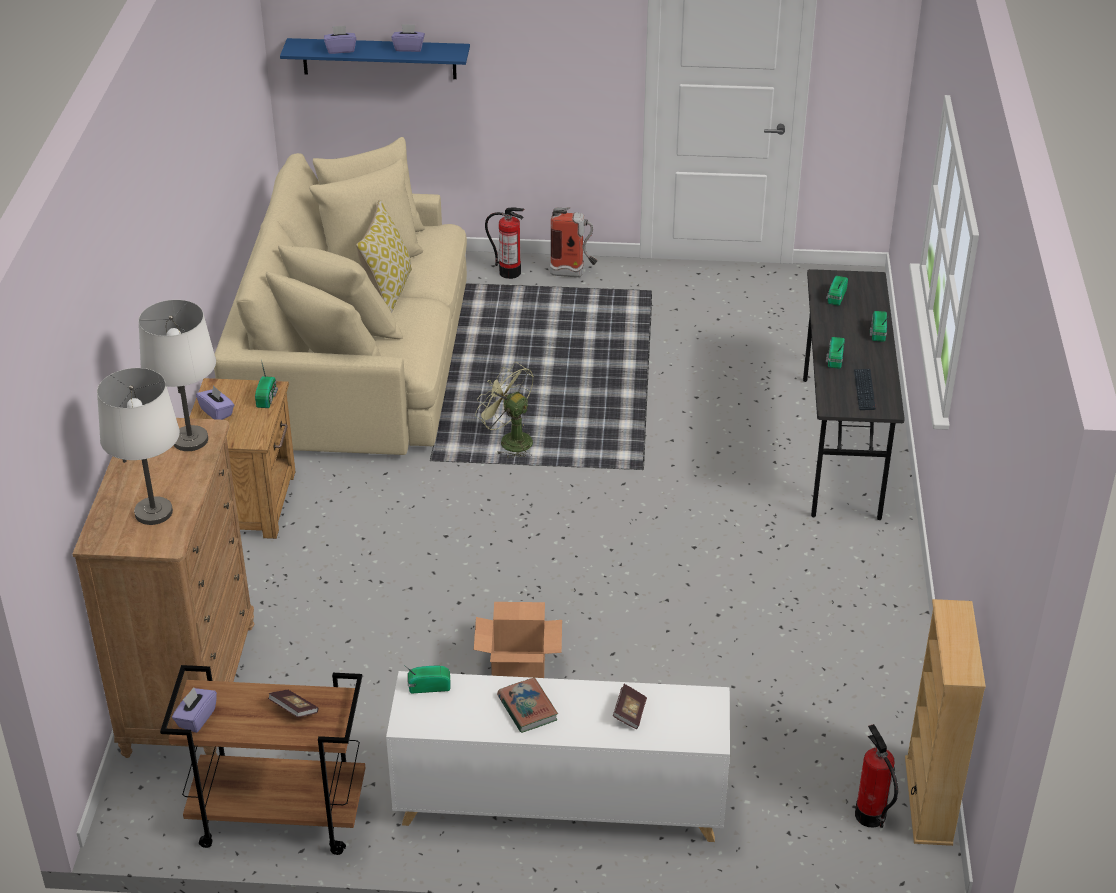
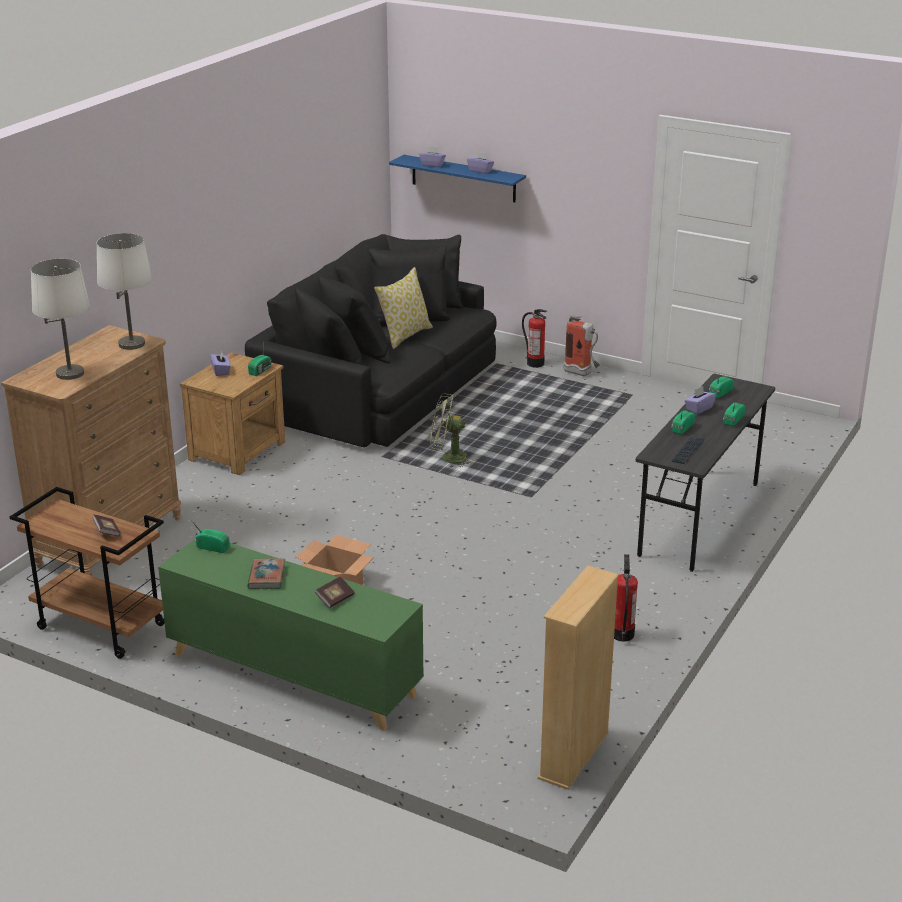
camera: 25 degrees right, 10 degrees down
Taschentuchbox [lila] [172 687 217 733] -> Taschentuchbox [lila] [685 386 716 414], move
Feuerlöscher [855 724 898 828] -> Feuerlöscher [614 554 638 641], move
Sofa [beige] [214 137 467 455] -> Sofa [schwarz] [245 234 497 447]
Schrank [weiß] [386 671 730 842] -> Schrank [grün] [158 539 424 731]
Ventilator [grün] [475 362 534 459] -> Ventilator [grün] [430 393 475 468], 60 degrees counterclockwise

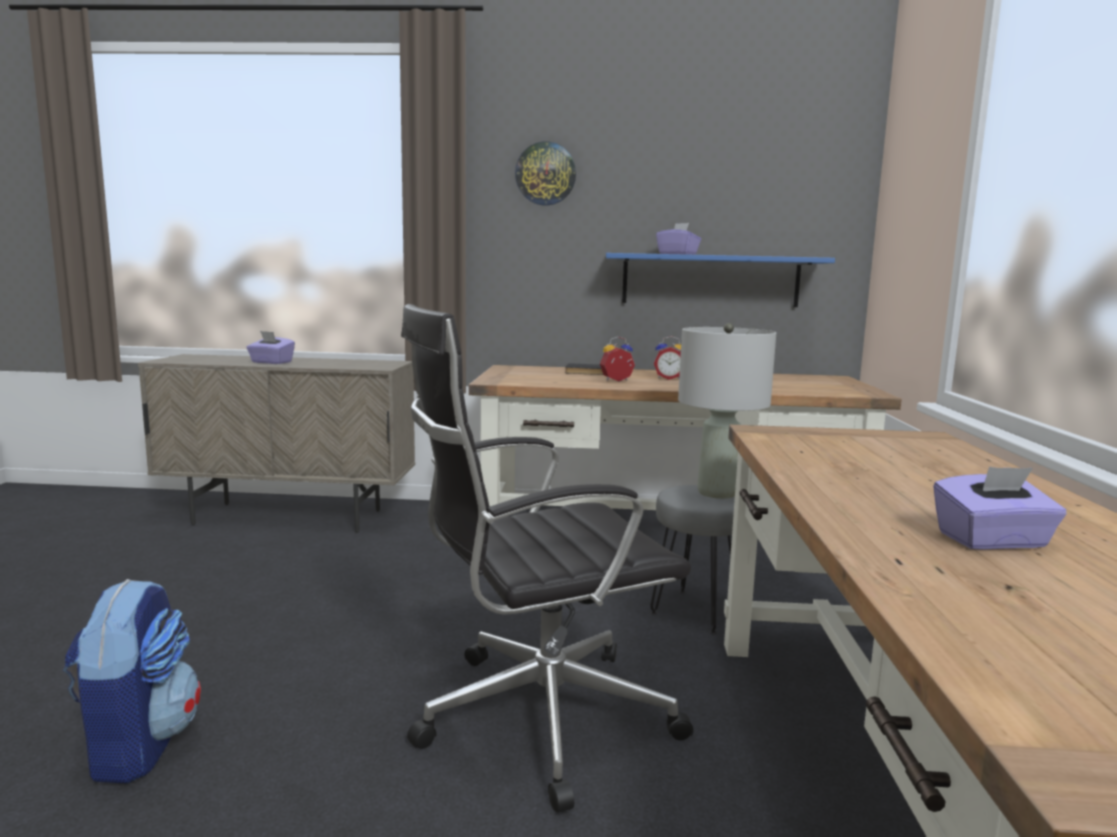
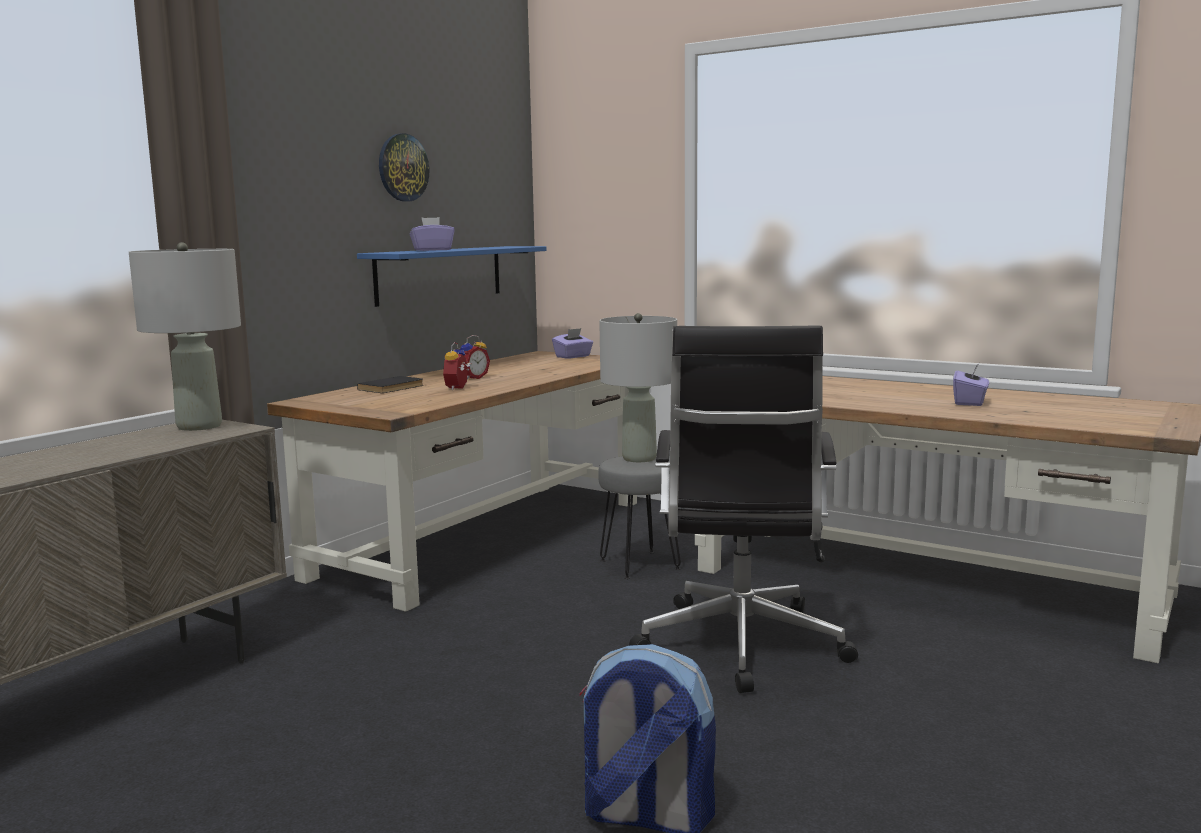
camera: 60 degrees left, 0 degrees up
none -> Tischlampe [grau] [129 242 241 431]
Taschentuchbox [lila] [246 331 295 364] -> Taschentuchbox [lila] [552 328 593 359], move
Wanduhr [515 141 576 205] -> Wanduhr [379 133 429 201], move

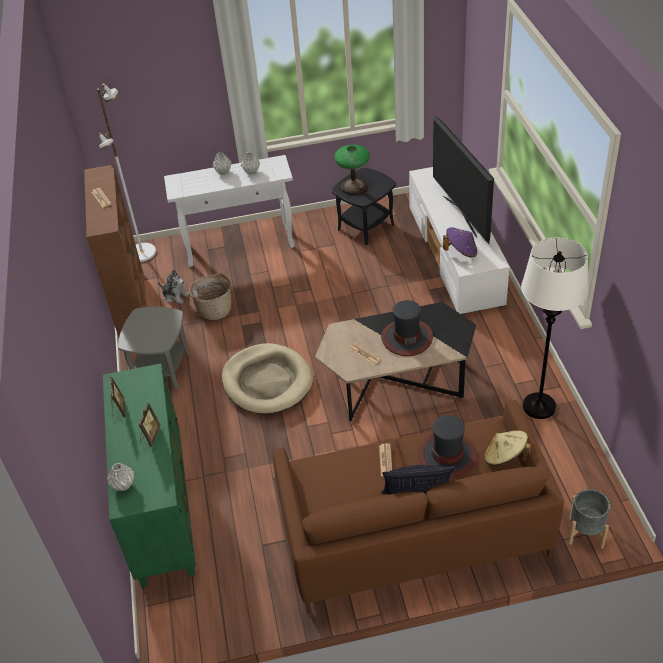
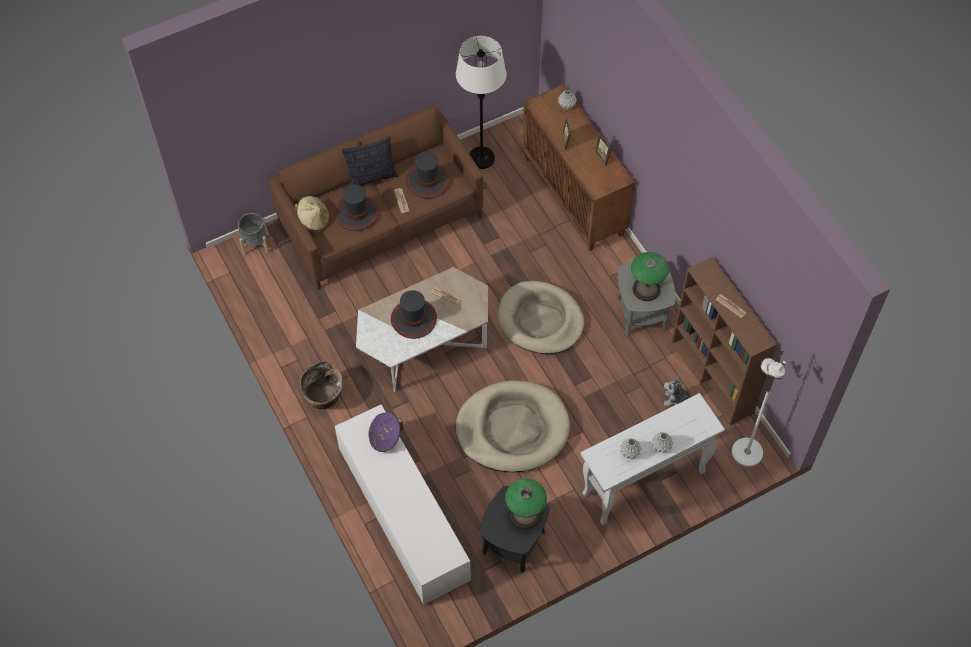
camera: 160 degrees right, 15 degrees up
Fernseher [433 115 494 243] -> none
none -> Hut [406 152 450 199]
none -> Hundebett [beige] [456 380 570 473]
none -> Tischlampe [631 252 669 301]
Korb [189 273 232 320] -> Korb [300 361 343 409], move
Stehlampe [weiß] [521 238 589 419] -> Stehlampe [weiß] [456 36 506 169], move
Schrank [grün] [103 363 196 587] -> Schrank [braun] [522 84 635 251]
Couchtisch [schwarz] [315 302 476 421] -> Couchtisch [weiß] [356 267 488 392]

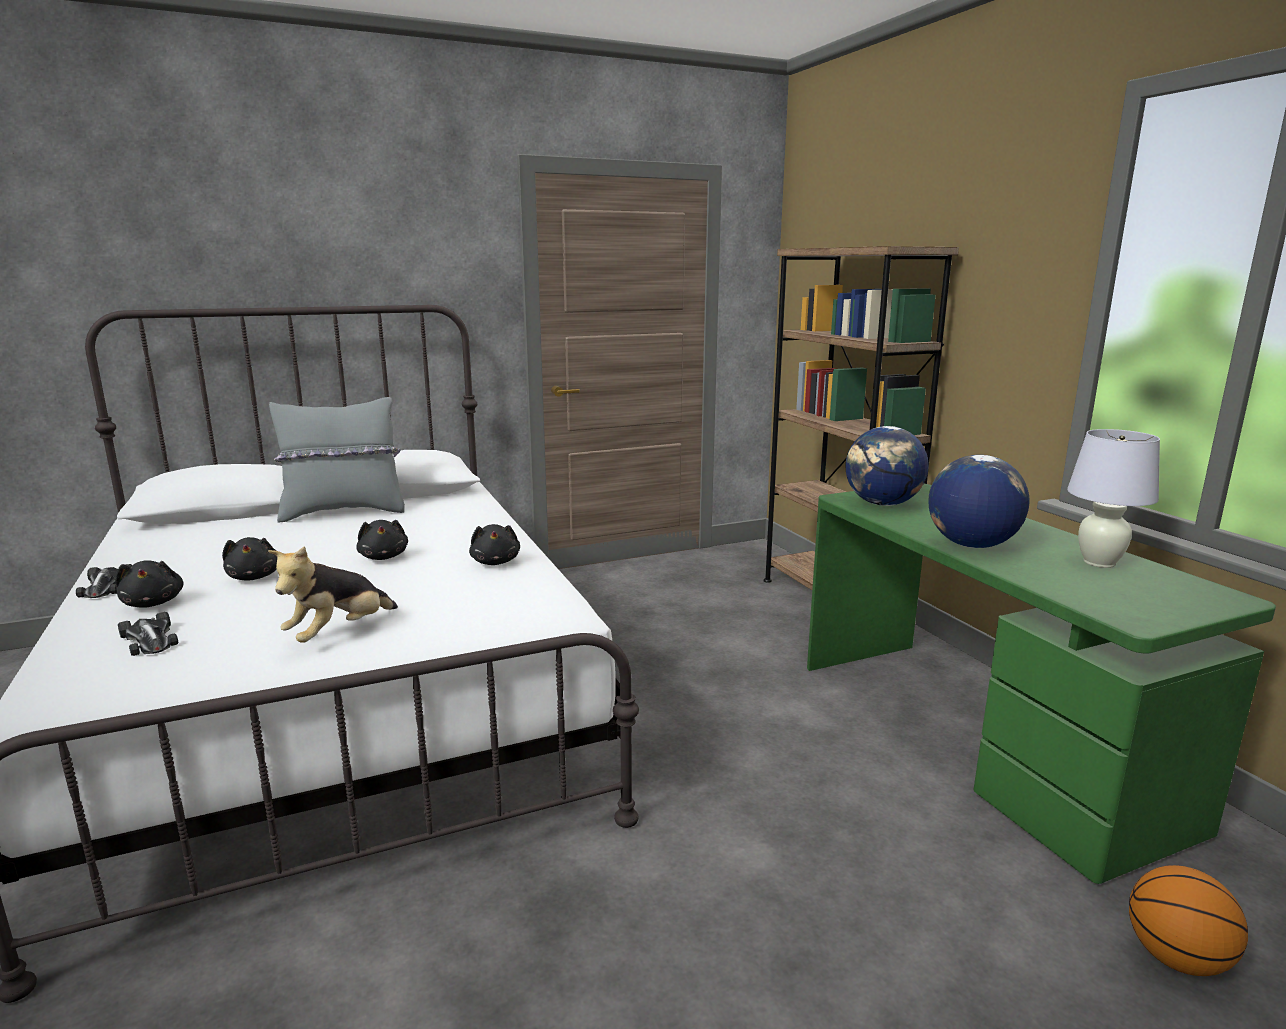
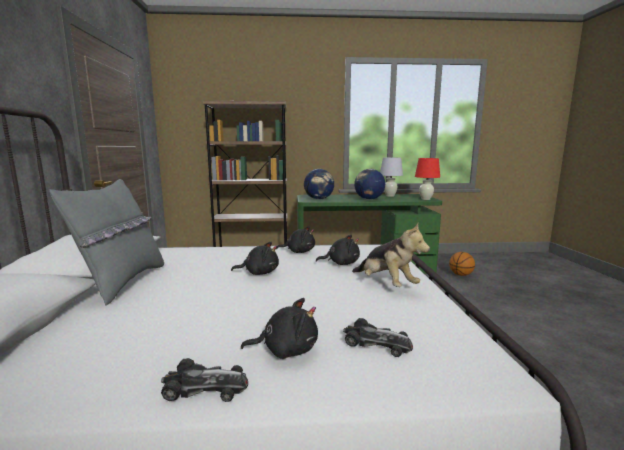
camera: 70 degrees left, 5 degrees down
none -> Tischlampe [rot] [415 158 440 200]
Plüschtier [schwarz] [222 537 277 581] -> Plüschtier [schwarz] [316 235 360 265], move
Spielzeugauto [118 612 178 656] -> Spielzeugauto [343 318 413 357], 45 degrees clockwise

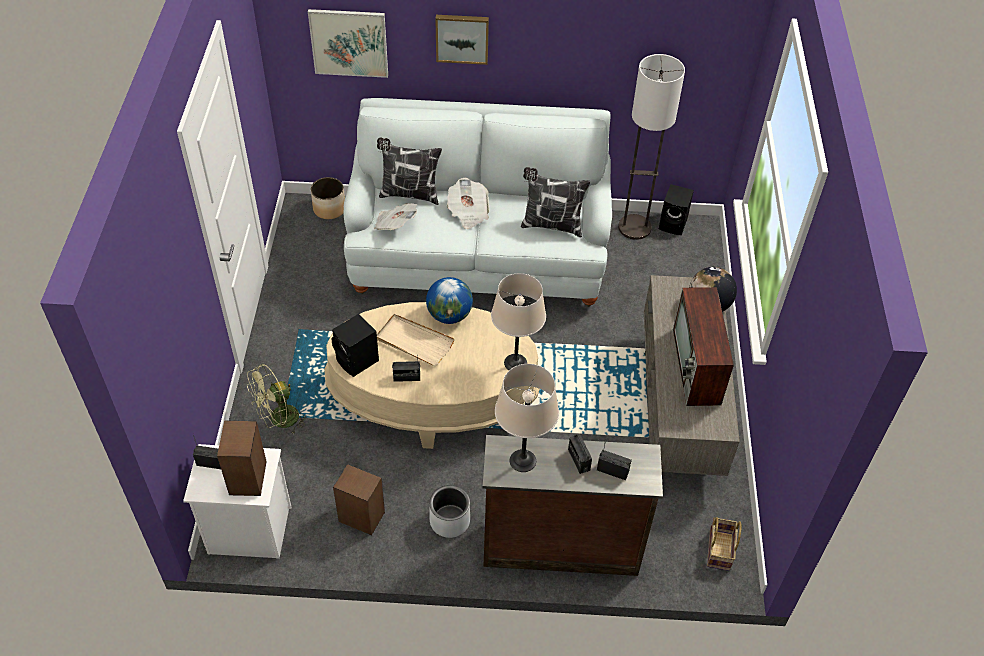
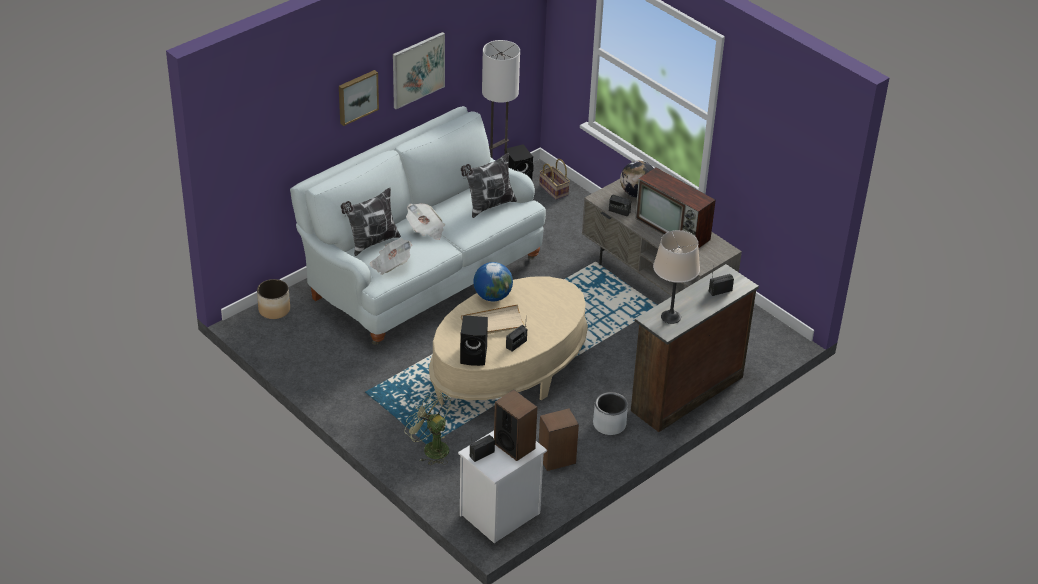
camera: 45 degrees left, 10 degrees down
Tischlampe [beige] [491 273 546 370] -> none
Bild [308 9 388 78] -> Bild [393 32 445 109], move
Radio [568 434 592 474] -> Radio [609 195 631 217], move
Korb [707 517 742 571] -> Korb [539 159 570 200], move
Ventilator [grün] [247 364 307 435] -> Ventilator [grün] [404 391 451 465], 120 degrees clockwise

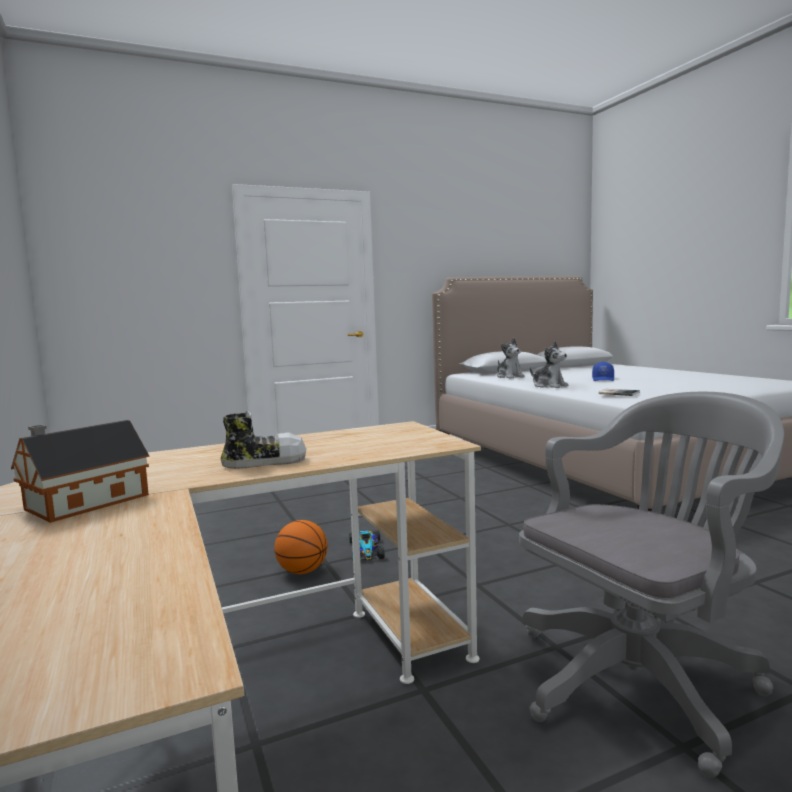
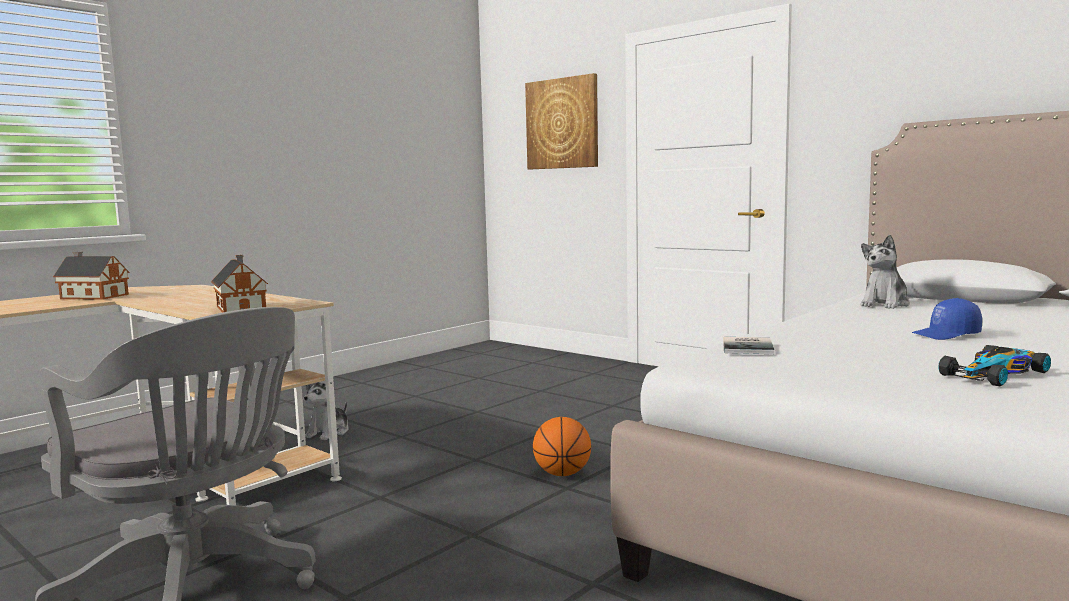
camera: 65 degrees right, 0 degrees up
Schuh [220 411 306 469] -> none
none -> Spielzeughaus [211 255 268 313]
none -> Bild [525 73 598 169]
Basketball [274 520 328 574] -> Basketball [533 417 591 476], move
Spielzeugauto [349 530 385 560] -> Spielzeugauto [938 345 1051 387], move
Plüschtier [530 341 568 388] -> Plüschtier [304 382 349 440], move

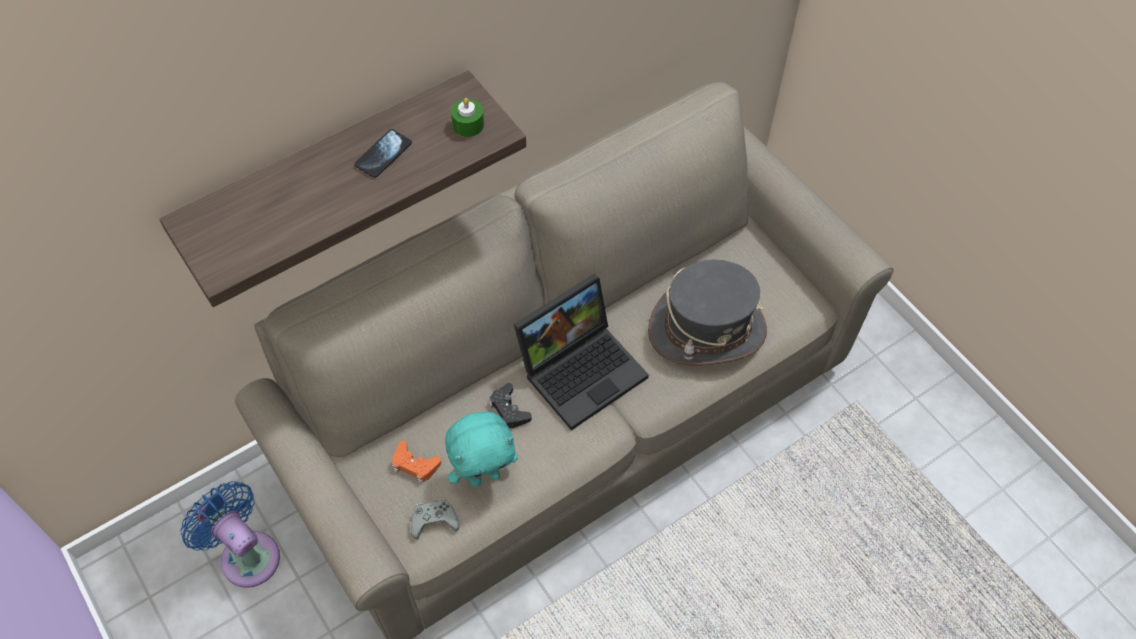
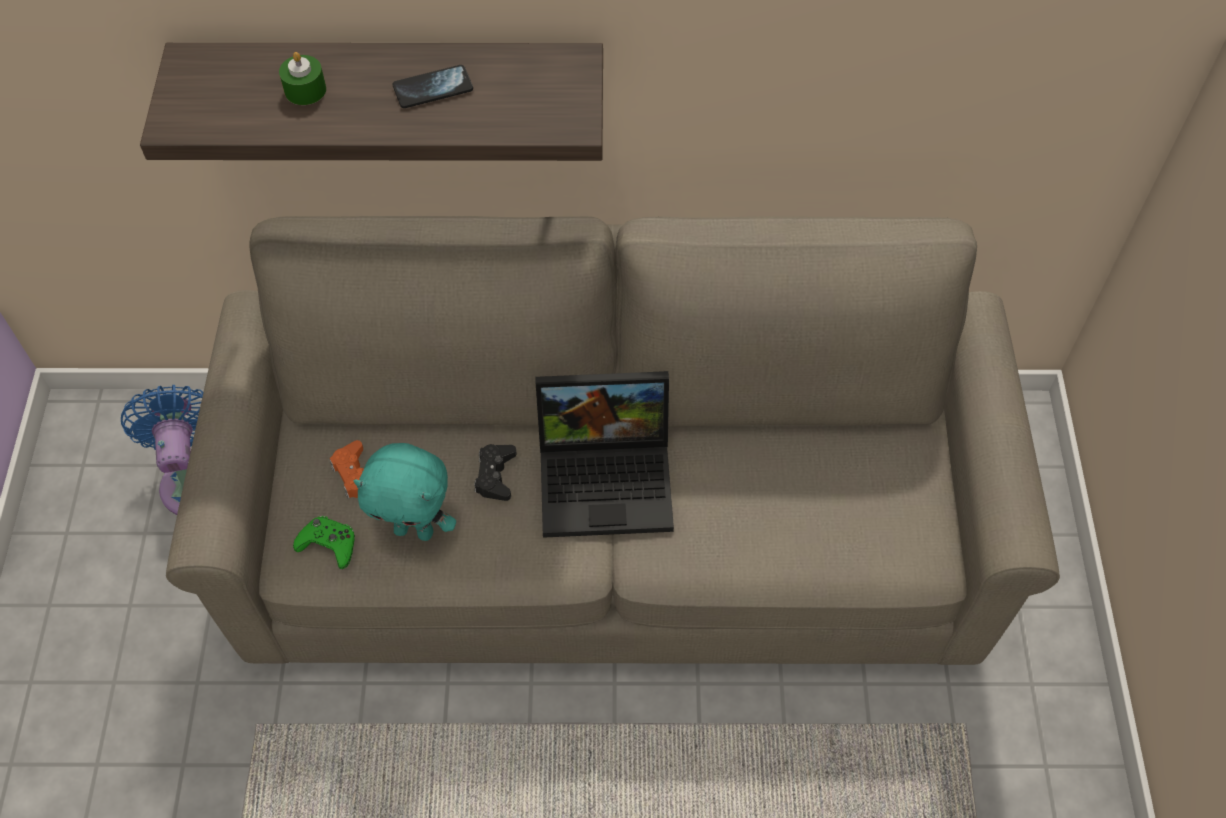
camera: 35 degrees right, 0 degrees up
Hut [grau] [648 260 767 366] -> none
Kerze [grün] [451 98 484 137] -> Kerze [grün] [279 52 326 105], move
Gamepad [grau] [411 499 460 539] -> Gamepad [grün] [293 516 355 569]

